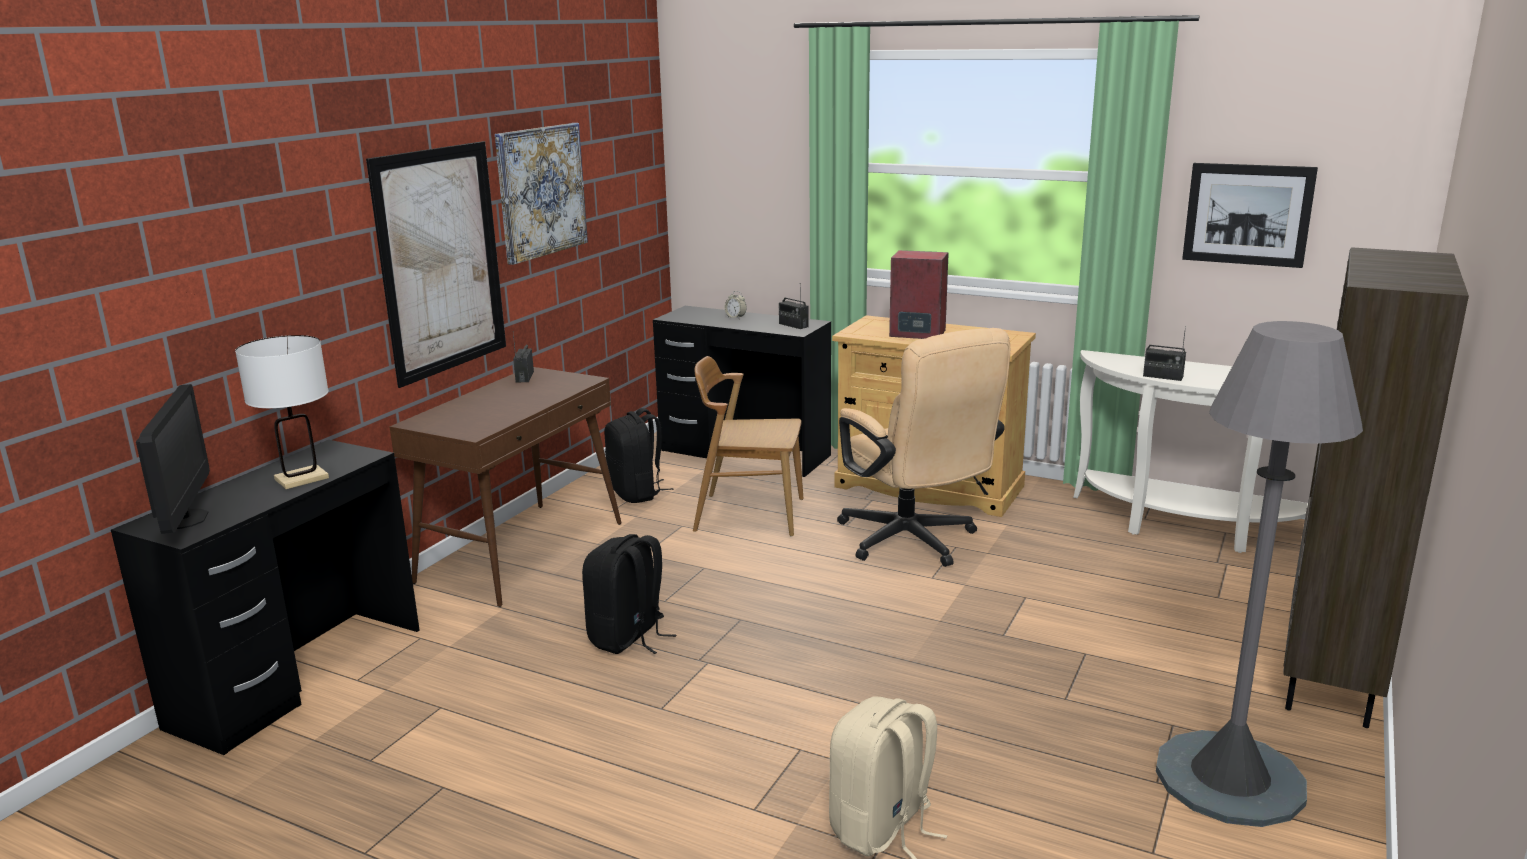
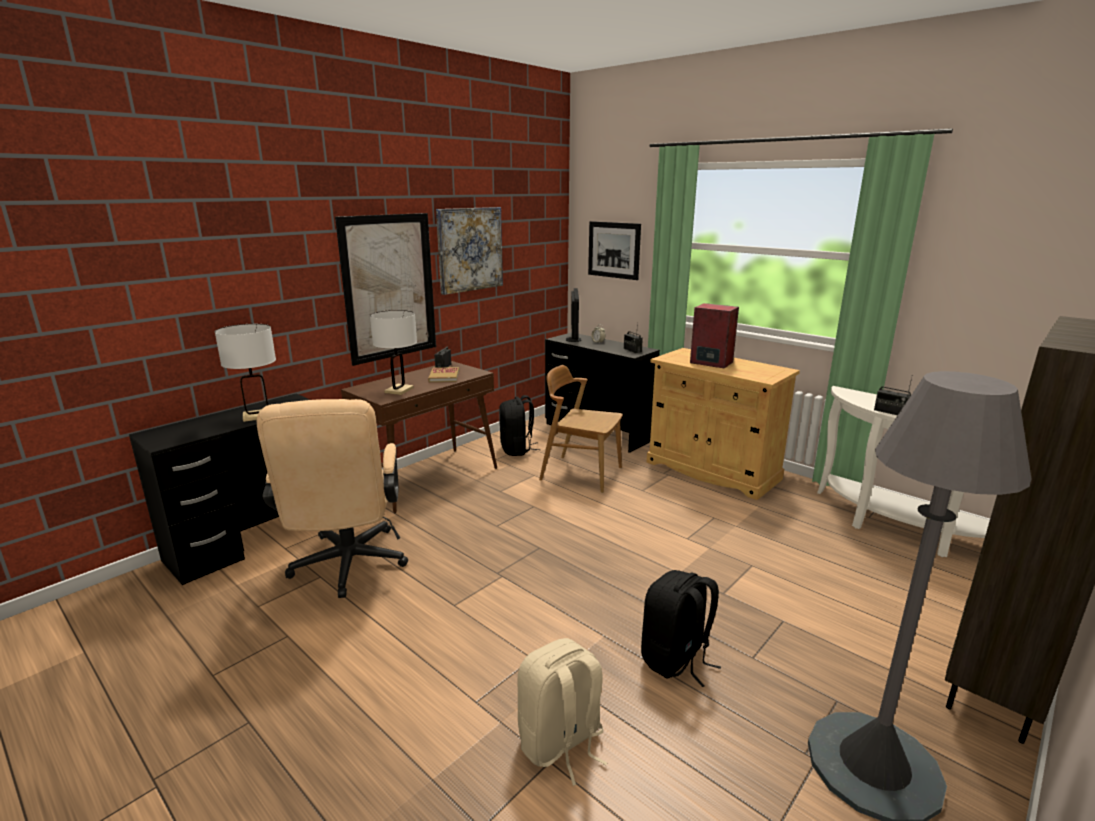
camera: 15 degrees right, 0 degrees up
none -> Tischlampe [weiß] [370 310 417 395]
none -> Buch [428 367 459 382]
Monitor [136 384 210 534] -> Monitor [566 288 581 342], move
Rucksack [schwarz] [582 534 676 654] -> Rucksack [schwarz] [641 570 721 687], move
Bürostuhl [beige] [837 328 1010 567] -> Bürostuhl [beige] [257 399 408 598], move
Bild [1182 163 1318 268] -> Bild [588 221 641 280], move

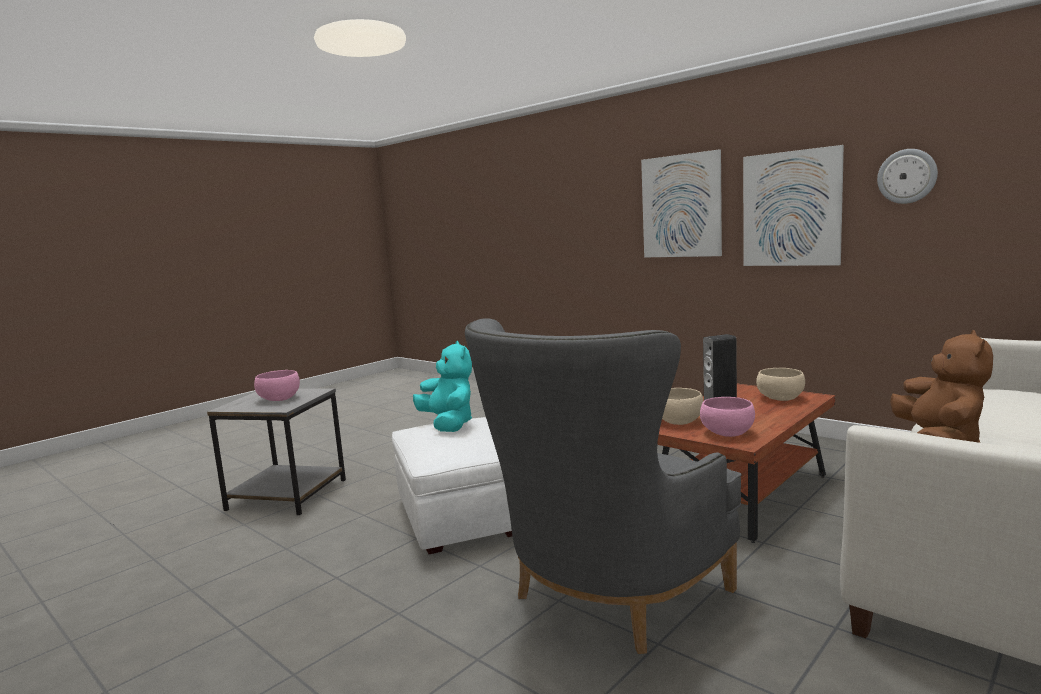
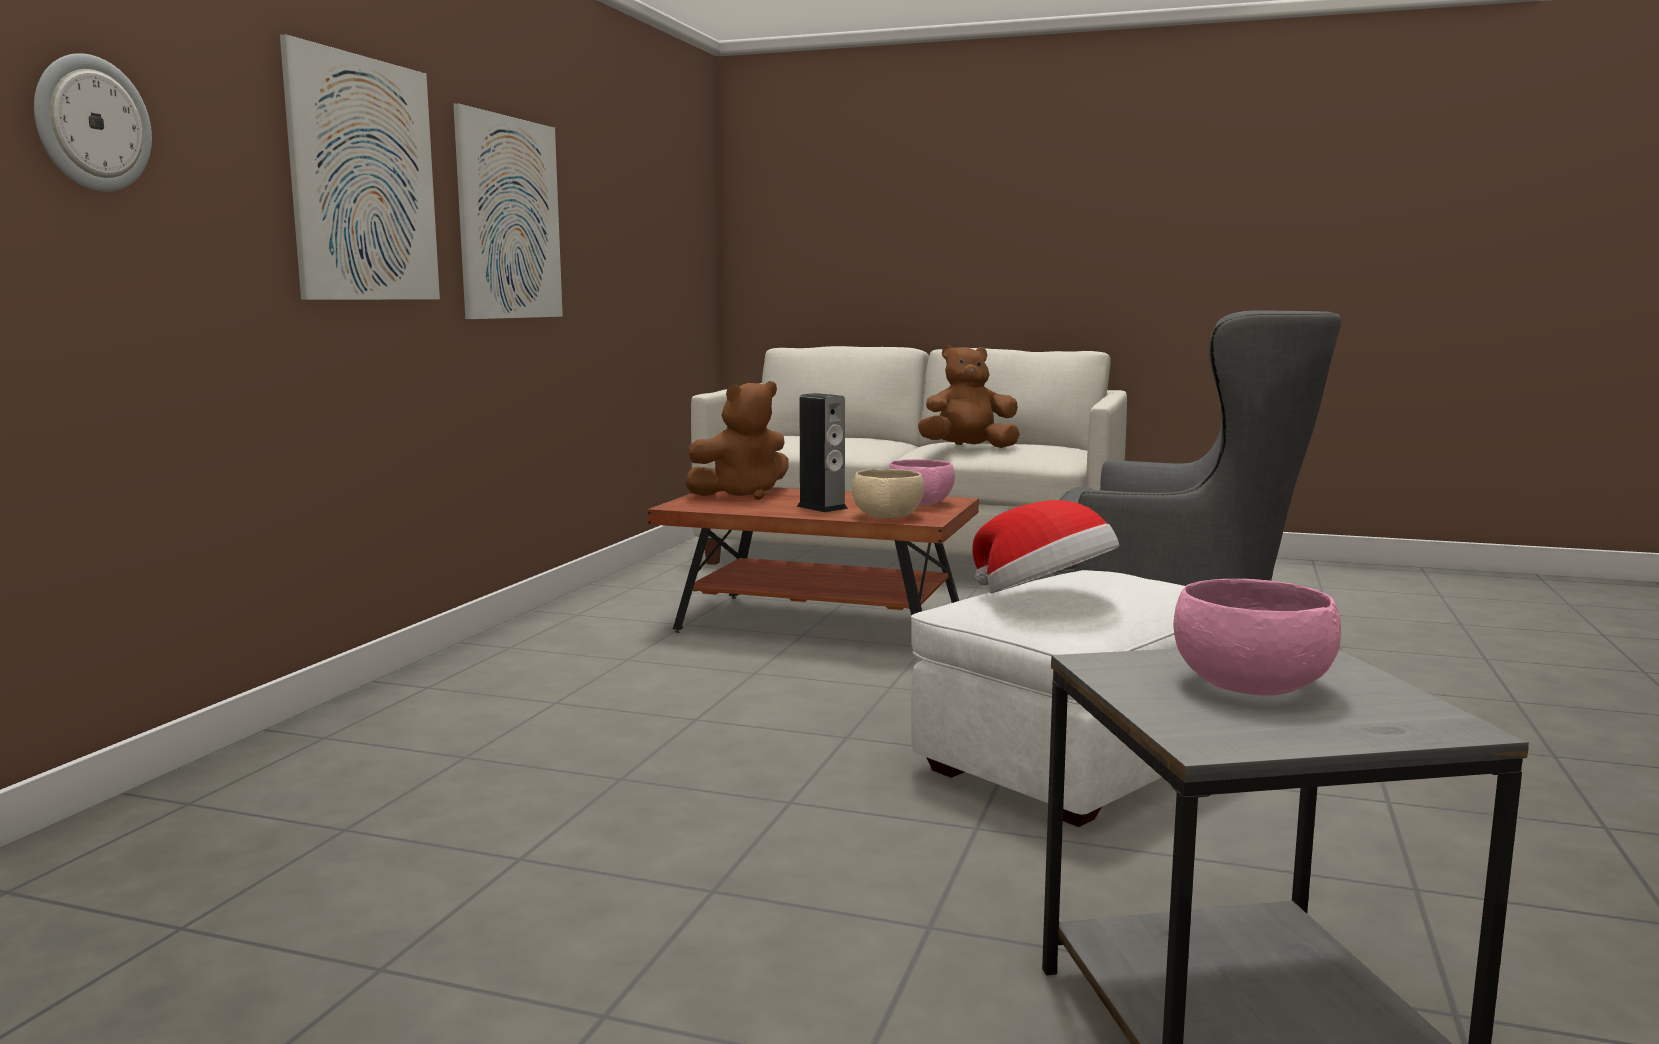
camera: 115 degrees left, 0 degrees up
Wanduhr [877 149 938 204] -> Wanduhr [34 53 152 192], move
Plüschtier [türkis] [413 341 472 432] -> Hut [972 500 1119 593]
Schüssel [beige] [756 368 805 401] -> Plüschtier [braun] [685 381 789 500]

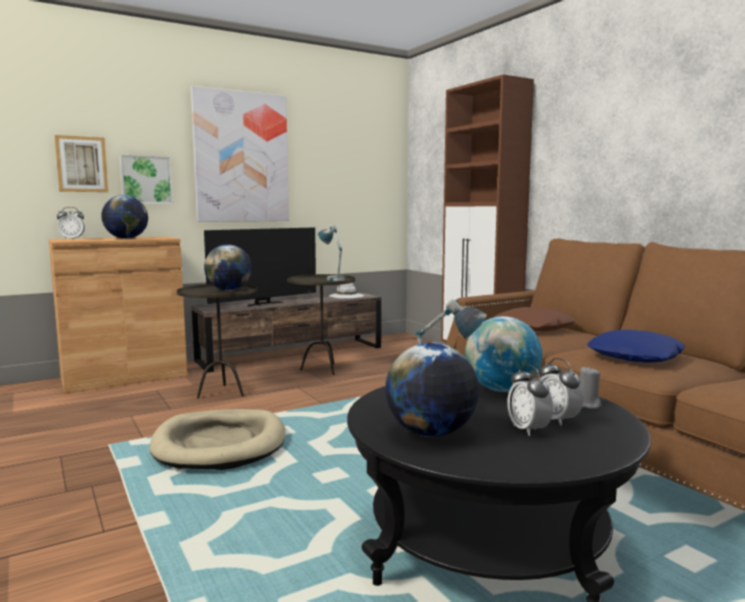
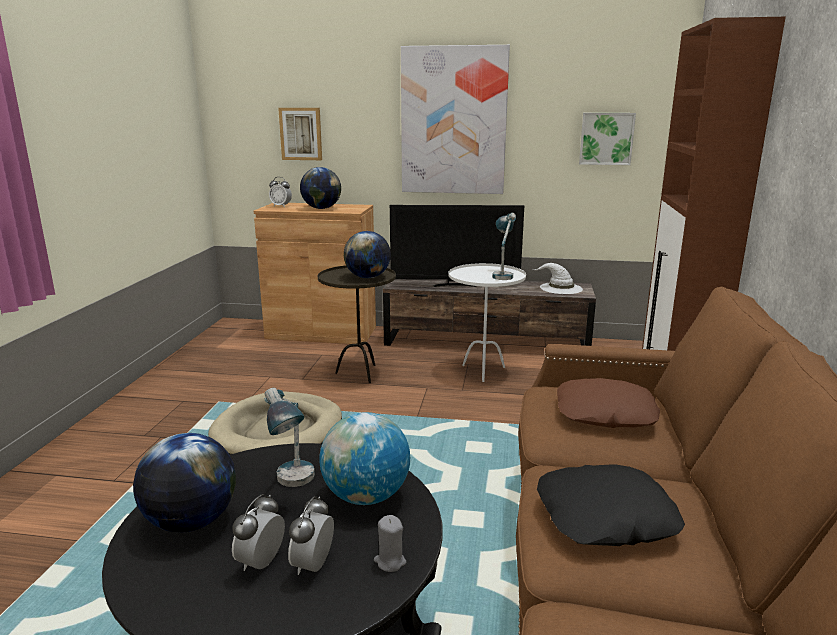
camera: 40 degrees right, 10 degrees up
Bild [120 155 173 204] -> Bild [579 113 636 165], move
Beistelltisch [braun] [287 274 355 375] -> Beistelltisch [weiß] [448 263 526 382]
Kissen [blau] [587 329 686 363] -> Kissen [schwarz] [537 464 685 546]

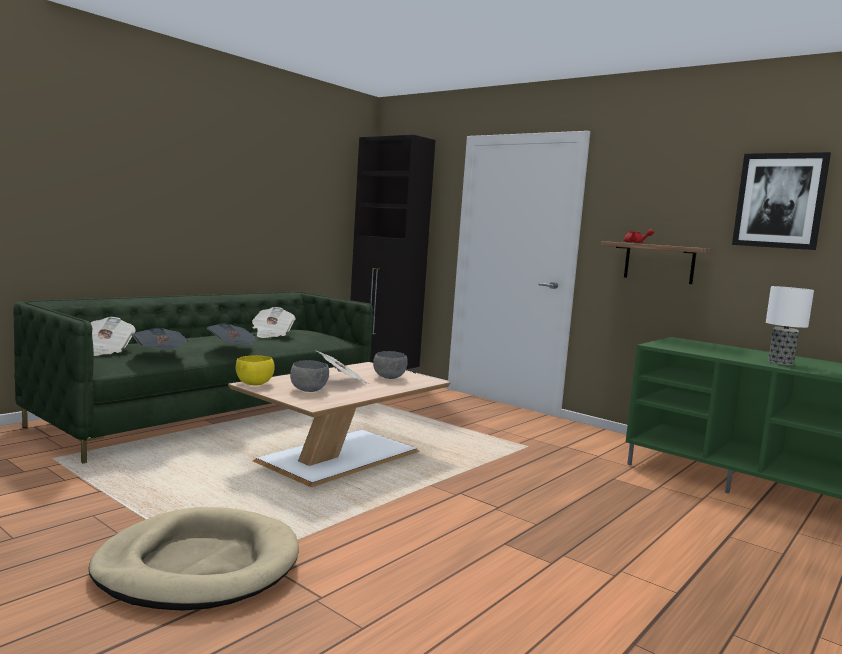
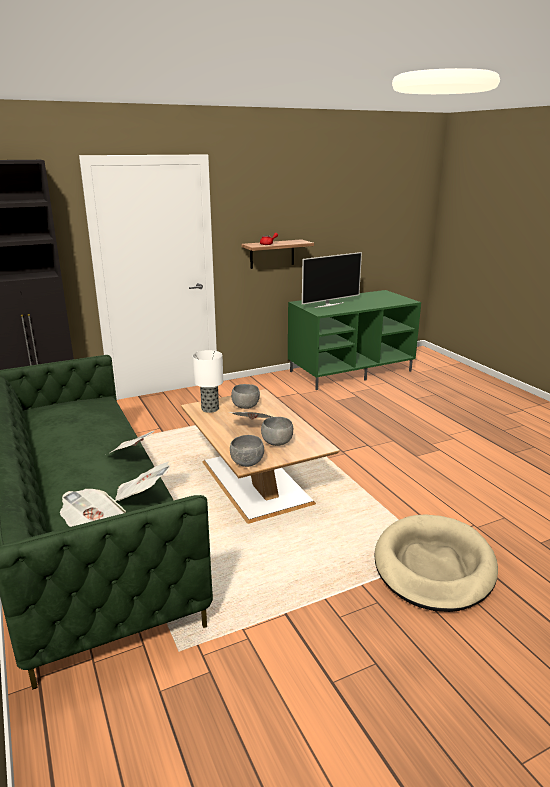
camera: 65 degrees left, 15 degrees up
Zeitung [252 307 296 338] -> none
Bild [732 152 831 250] -> none
none -> Fernseher [302 252 362 308]
Tischlampe [766 286 814 365] -> Tischlampe [193 350 223 413], move
Schüssel [gelb] [236 355 275 386] -> Schüssel [grau] [230 435 264 467]

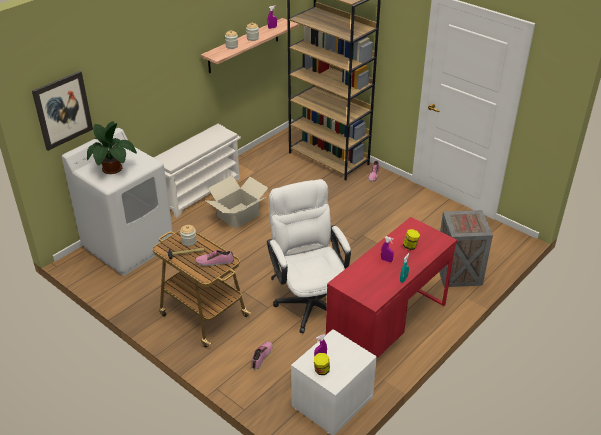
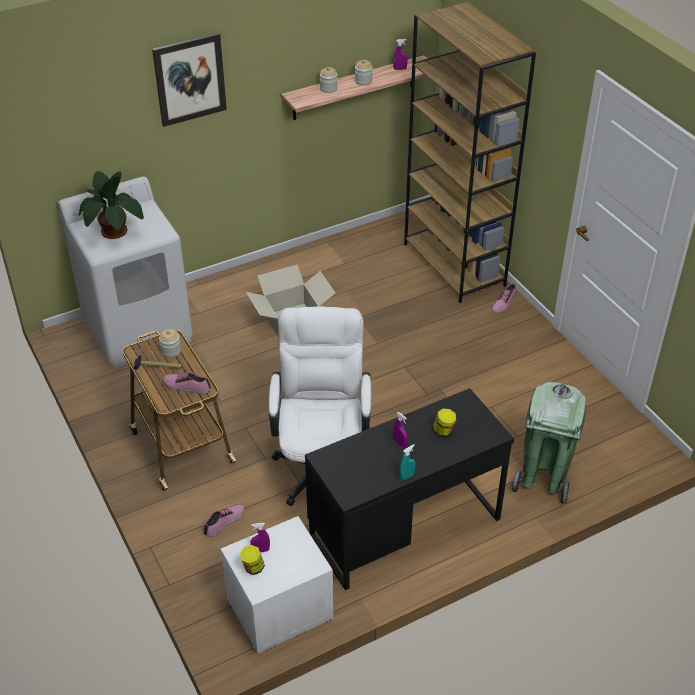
camera: 20 degrees right, 5 degrees up
Schuhregal [weiß] [154 124 241 218] -> none
Bild [32 71 93 151] -> Bild [152 33 227 127], move
Kiste [439 210 493 287] -> Mülleimer [grün] [511 382 586 505]
Schreibtisch [rot] [326 217 457 358] -> Schreibtisch [schwarz] [305 388 514 590]

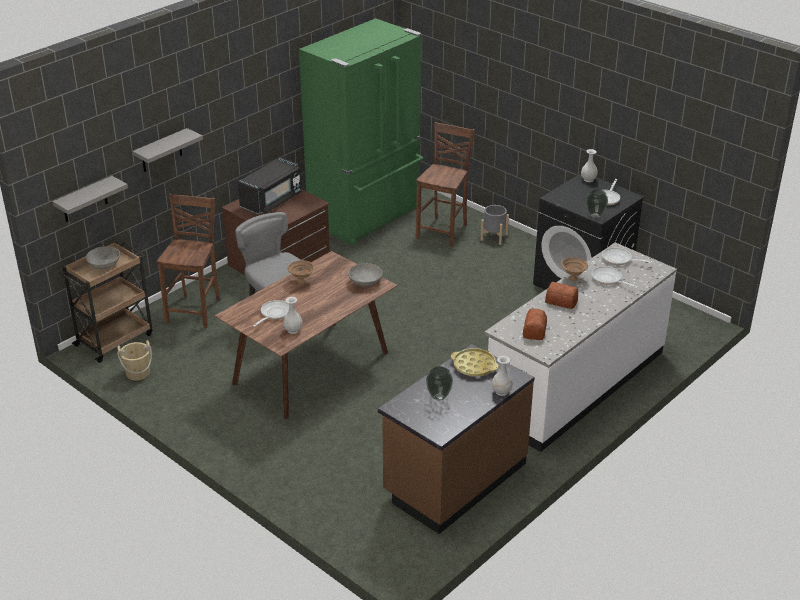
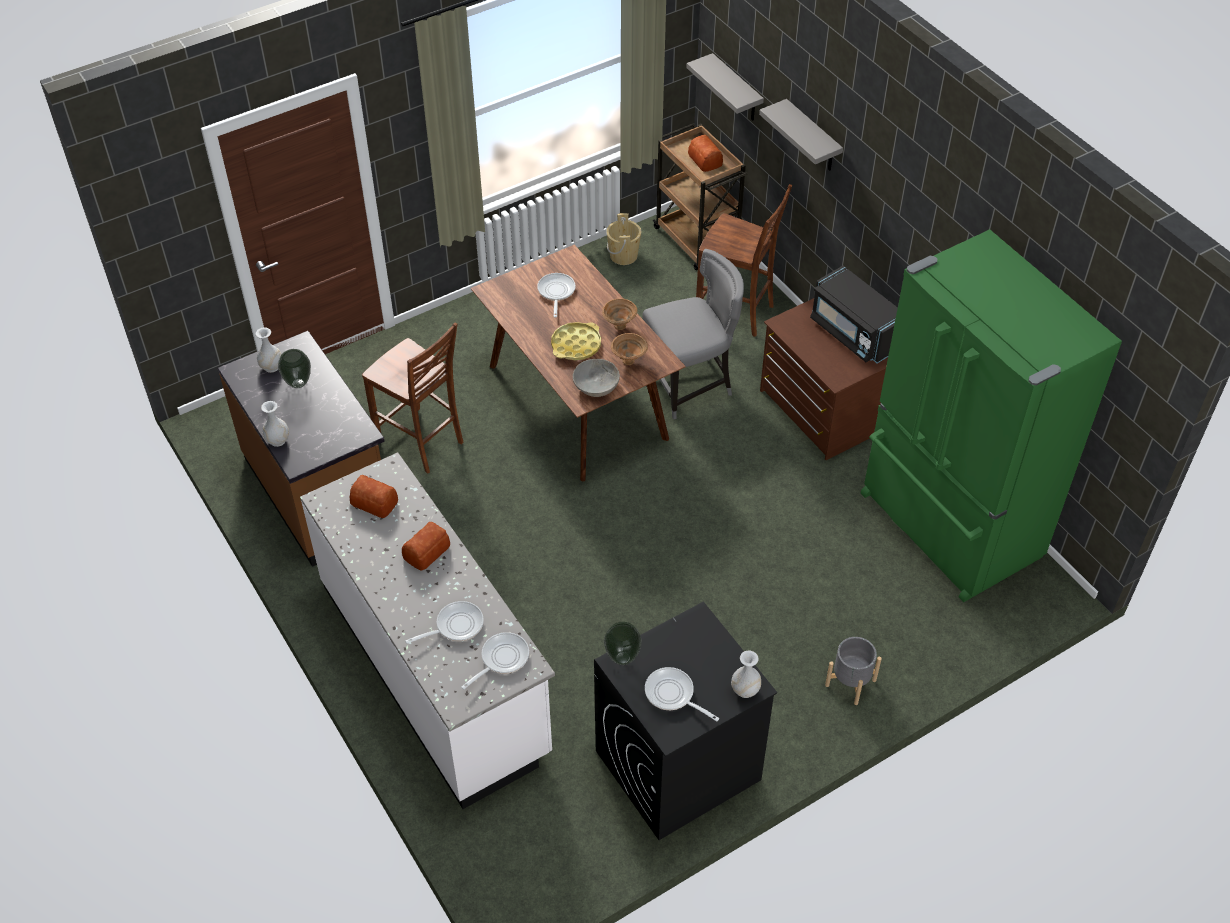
camera: 105 degrees right, 15 degrees up
Vase [weiß] [283 297 302 334] -> Vase [weiß] [256 327 282 373], move
Stuhl [braun] [416 122 475 247] -> Stuhl [braun] [362 322 463 474], move
Tablett [gelb] [451 348 499 377] -> Tablett [gelb] [551 322 601 360], move
Schüssel [braun] [561 257 588 281] -> Schüssel [braun] [611 333 648 365], move
Schüssel [grau] [86 246 120 269] -> Brot [688 135 723 172]
Pfanne [253 300 289 327] -> Pfanne [537 273 575 318], 135 degrees counterclockwise

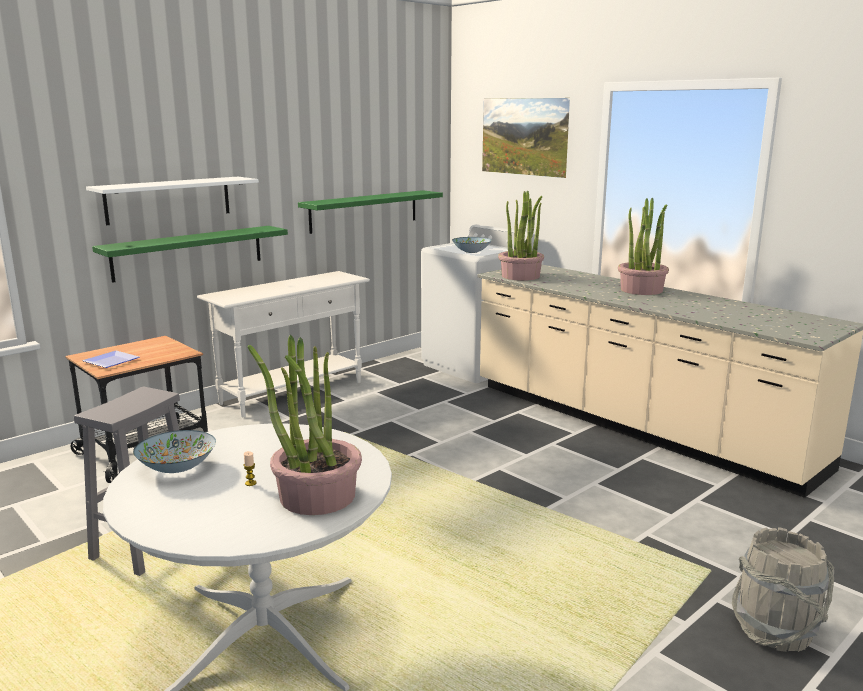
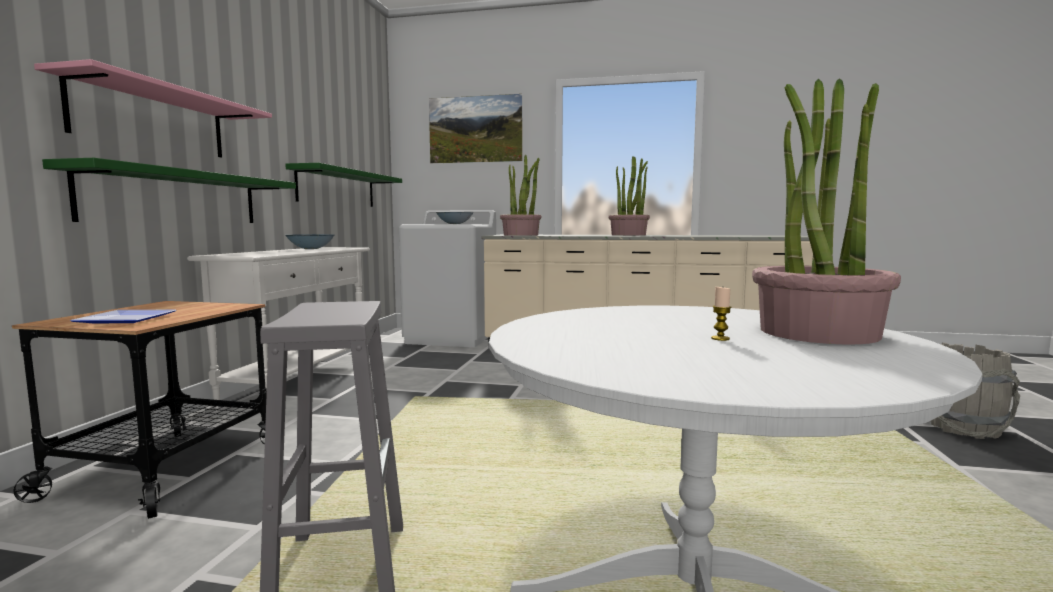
camera: 35 degrees left, 10 degrees down
Schüssel [133 430 216 473] -> Schüssel [286 234 334 249], move
Wandregal [weiß] [86 177 259 225] -> Wandregal [rosa] [34 59 272 157]

